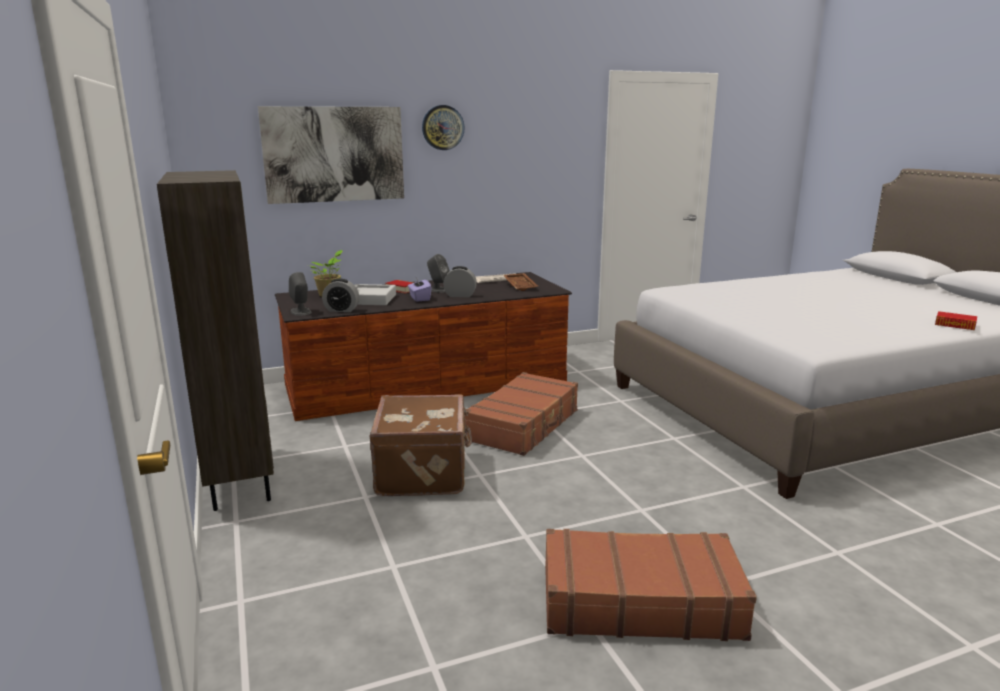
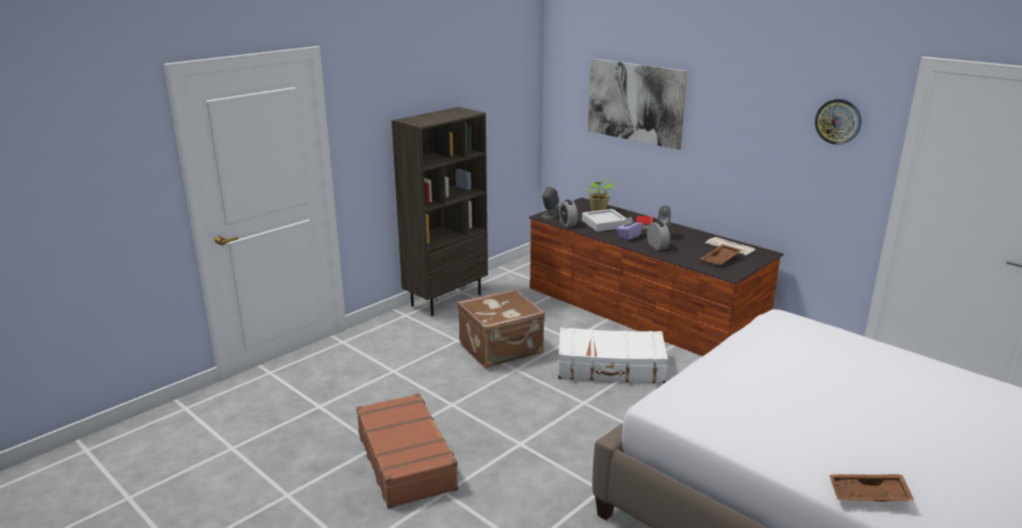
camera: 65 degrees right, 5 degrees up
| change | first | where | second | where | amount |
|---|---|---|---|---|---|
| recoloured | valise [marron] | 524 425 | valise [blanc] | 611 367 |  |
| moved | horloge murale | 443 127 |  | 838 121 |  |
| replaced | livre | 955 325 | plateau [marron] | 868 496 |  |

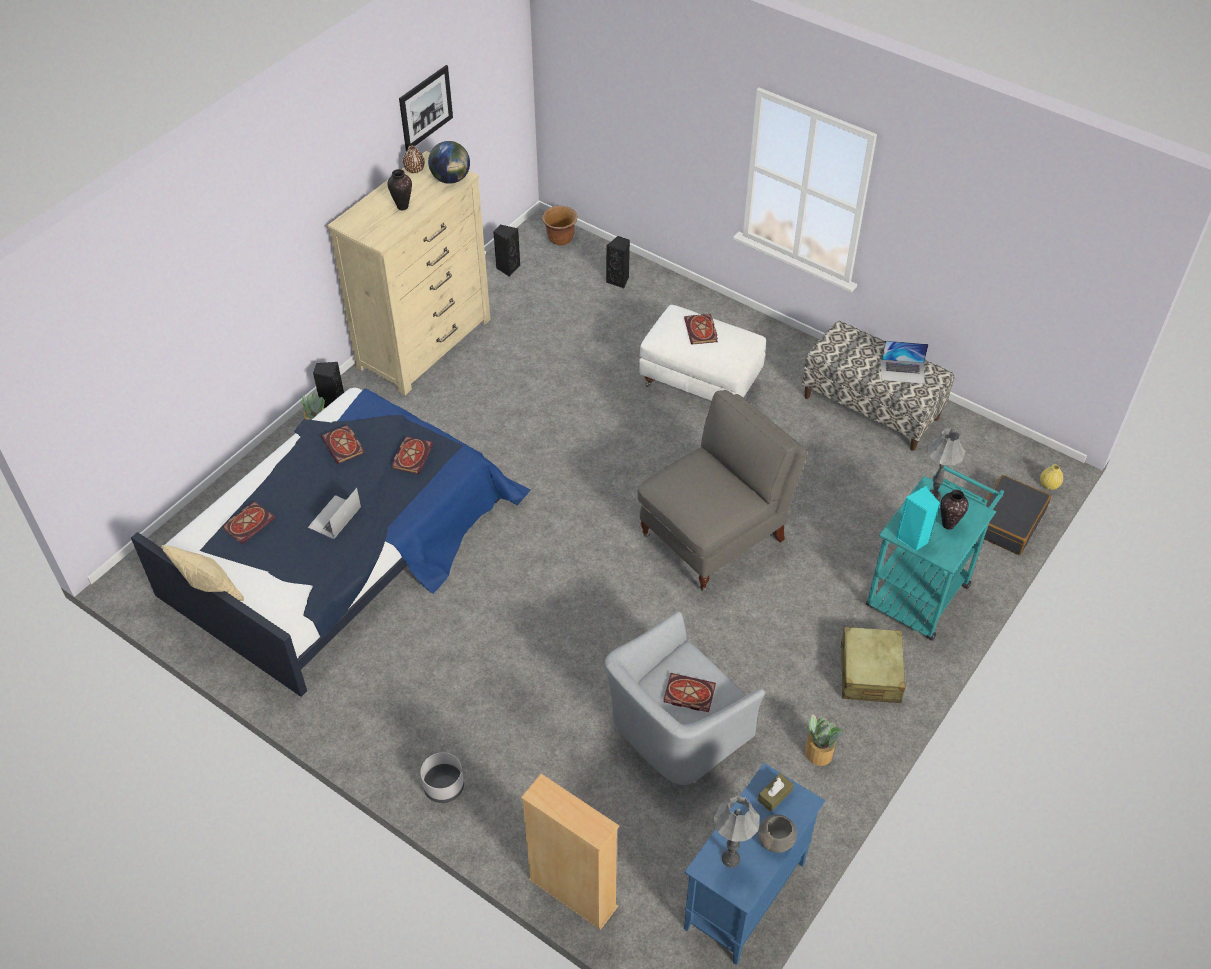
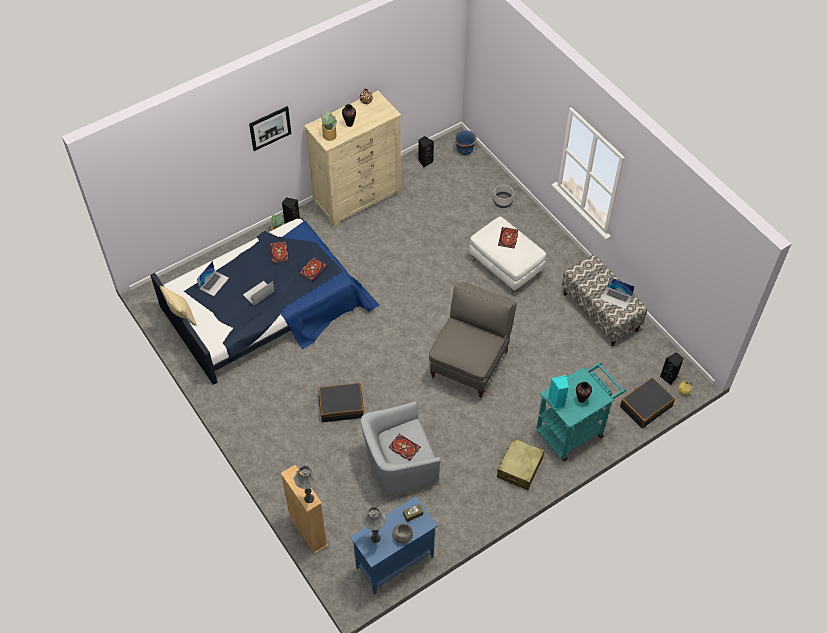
camera: 20 degrees right, 5 degrees up
| change | first | where | second | where | amount |
|---|---|---|---|---|---|
| replaced | livre | 249 523 | ordinateur portable | 214 283 |  |
| moved | tableau | 425 107 |  | 270 128 |  |
| moved | lampe de table [gris] | 933 496 |  | 309 498 |  |
| added |  |  | valise [noir] | 341 406 |  |
| moved | plante en pot | 818 752 |  | 329 135 |  |
| turned | fauteuil [gris] | 714 537 |  | 470 363 | 45 degrees counterclockwise |
| recoloured | cache-pot [marron] | 560 239 | cache-pot [bleu] | 464 151 |  |
| moved | cache-pot [gris] | 443 786 |  | 502 202 |  |
| moved | enceinte [noir] | 619 280 |  | 669 377 |  |
| removed | globe | 451 179 |  |  |  |

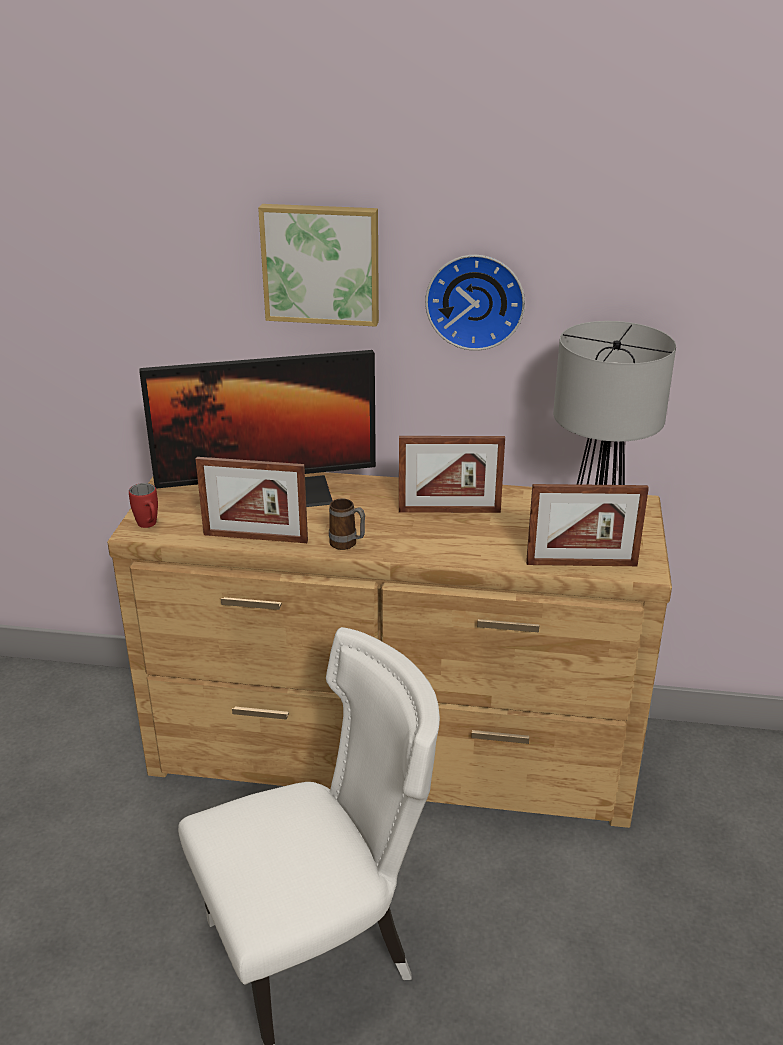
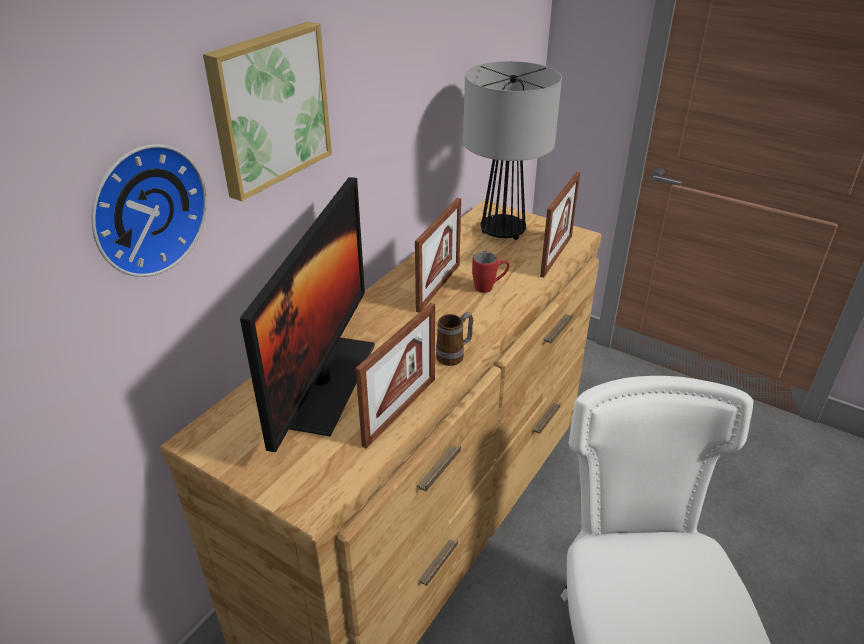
camera: 65 degrees left, 5 degrees up
| change | first | where | second | where | amount |
|---|---|---|---|---|---|
| moved | horloge murale | 475 300 |  | 145 209 |  |
| moved | mug [rouge] | 149 526 |  | 489 287 |  |

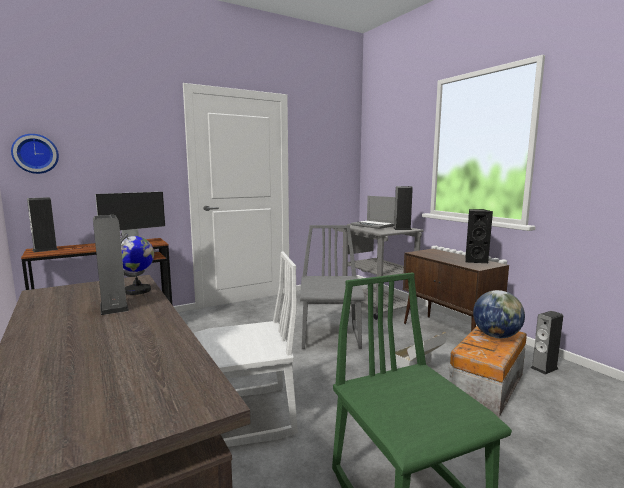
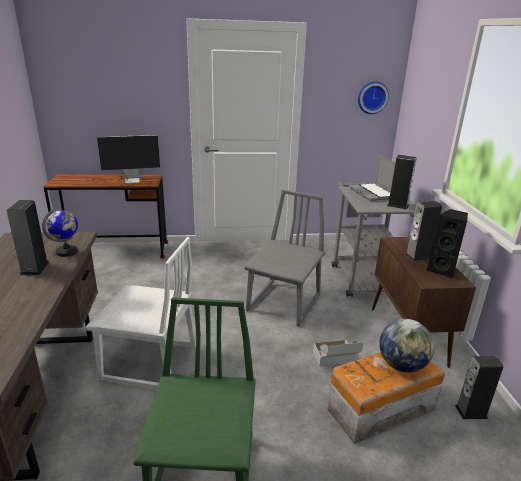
camera: 25 degrees right, 15 degrees up
| change | first | where | second | where | amount |
|---|---|---|---|---|---|
| moved | horloge murale | 35 154 |  | 372 97 |  |
| moved | enceinte | 45 250 |  | 418 256 |  |

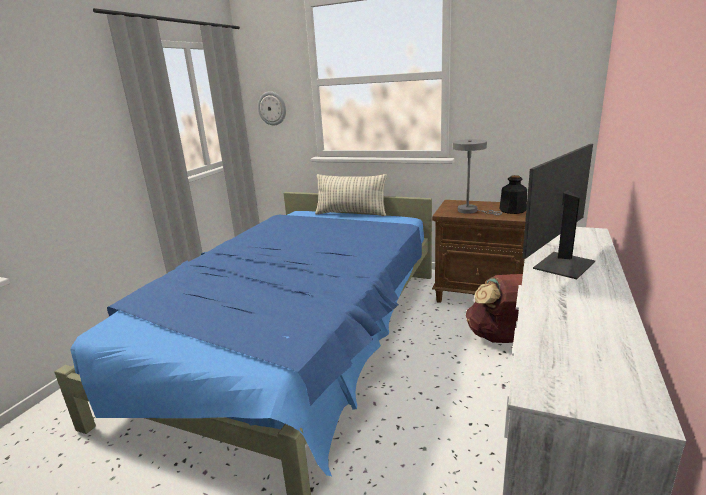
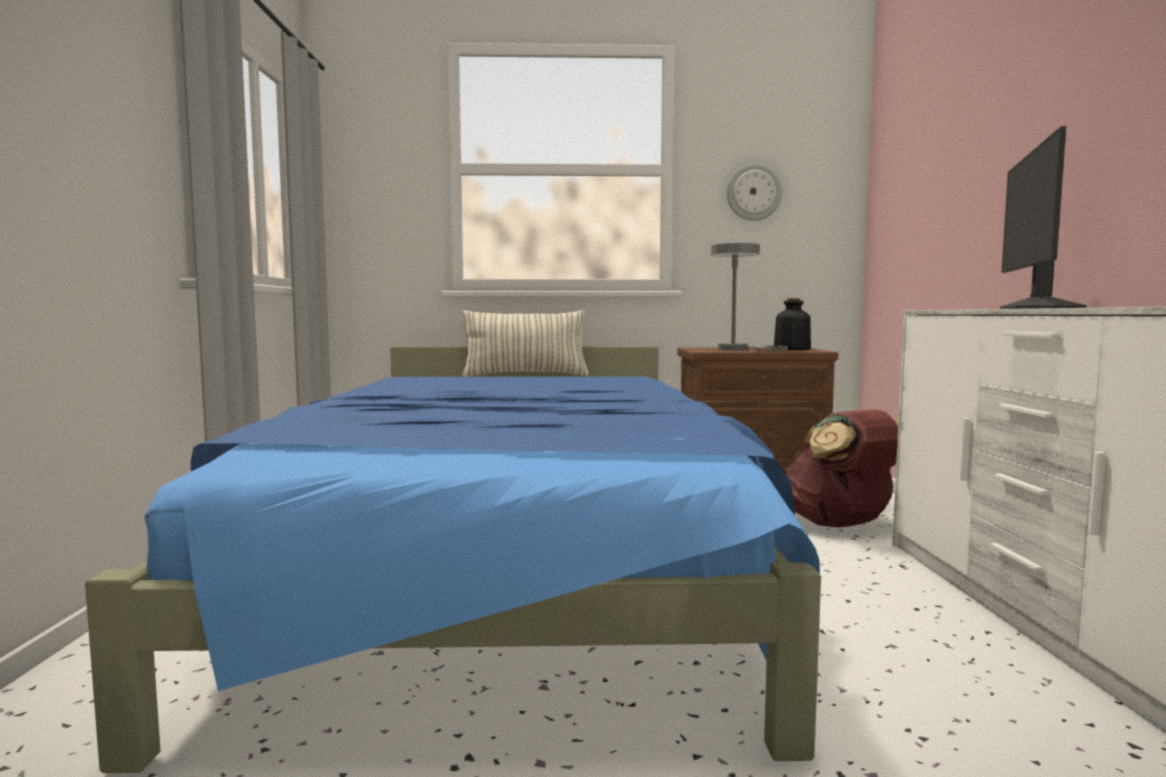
camera: 25 degrees left, 15 degrees down
| change | first | where | second | where | amount |
|---|---|---|---|---|---|
| moved | horloge murale | 272 108 |  | 754 192 |  |

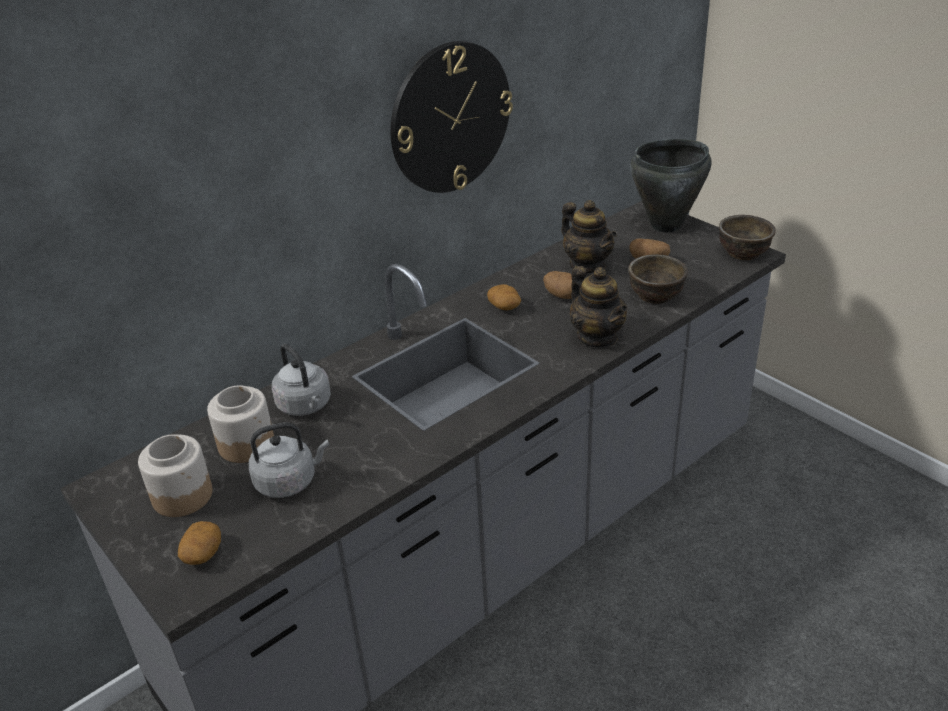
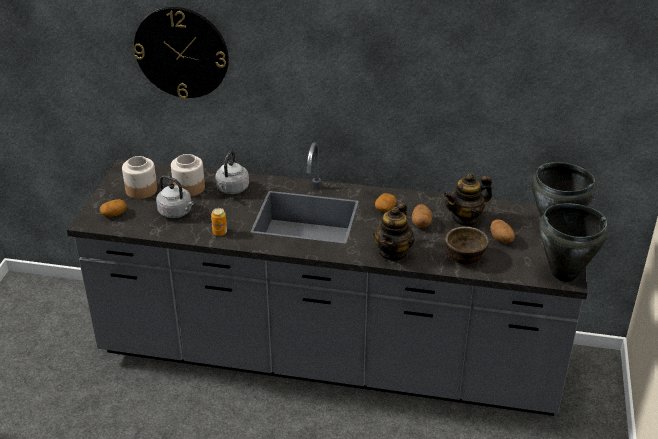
camera: 50 degrees right, 0 degrees up
| change | first | where | second | where | amount |
|---|---|---|---|---|---|
| moved | horloge murale | 450 118 |  | 181 52 |  |
| added |  |  | boîte métallique | 219 232 |  |
| turned | théière | 587 265 |  | 465 219 | 45 degrees clockwise |
| replaced | bol [marron] | 742 252 | marmite [noir] | 563 273 |  |

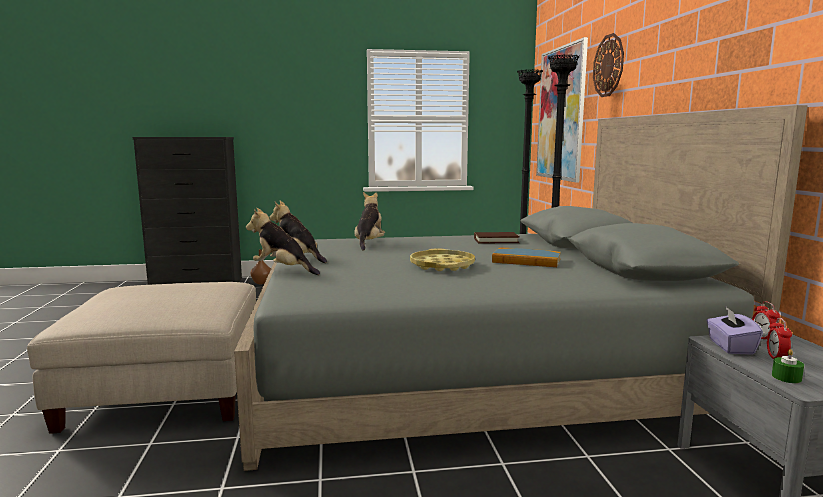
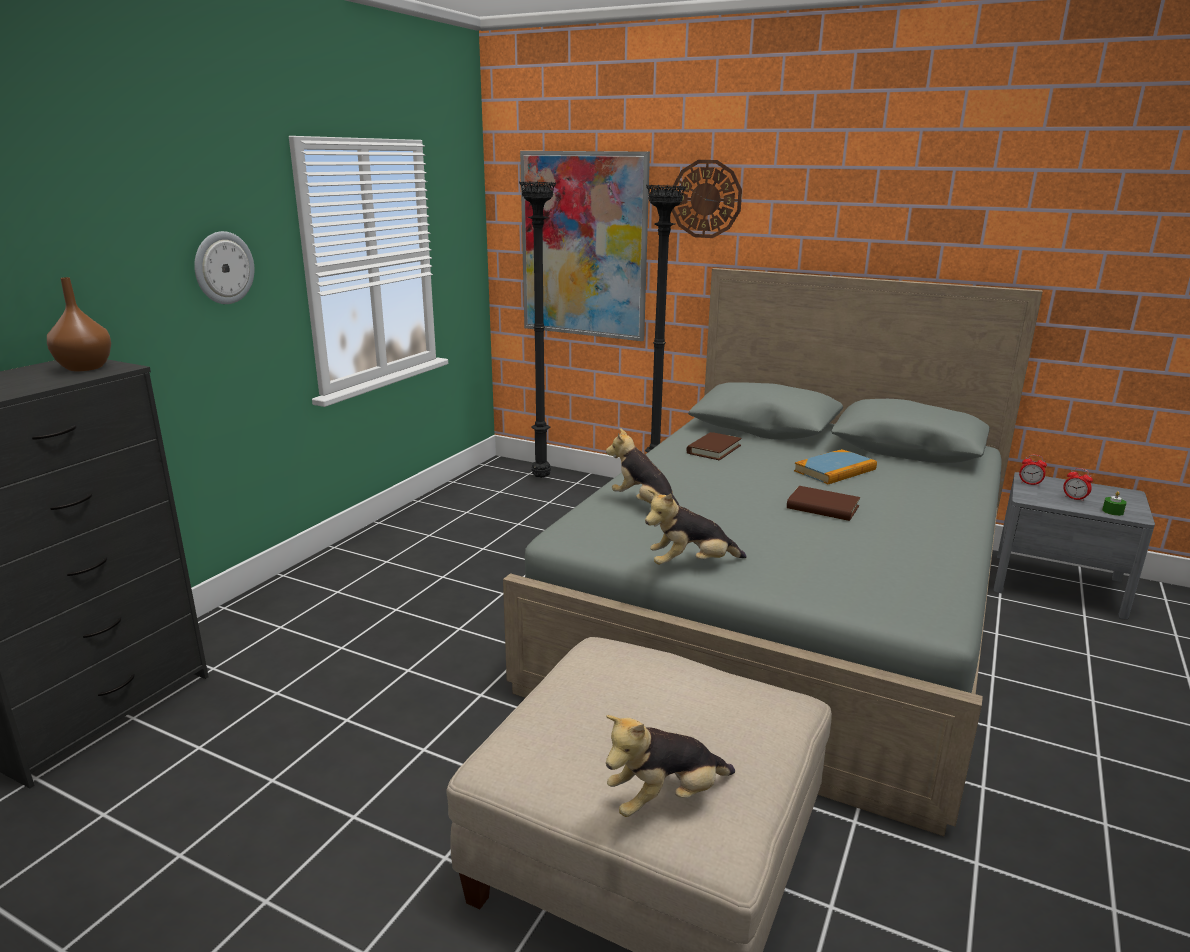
camera: 55 degrees left, 10 degrees up
| change | first | where | second | where | amount |
|---|---|---|---|---|---|
| moved | vase [marron] | 261 282 |  | 84 368 |  |
| added |  |  | horloge murale | 223 268 |  |
| moved | peluche | 283 270 |  | 665 799 |  |
| replaced | plateau [jaune] | 442 265 | livre [marron] | 822 507 |  |
| removed | boîte à mouchoirs [violet] | 730 347 |  |  |  |

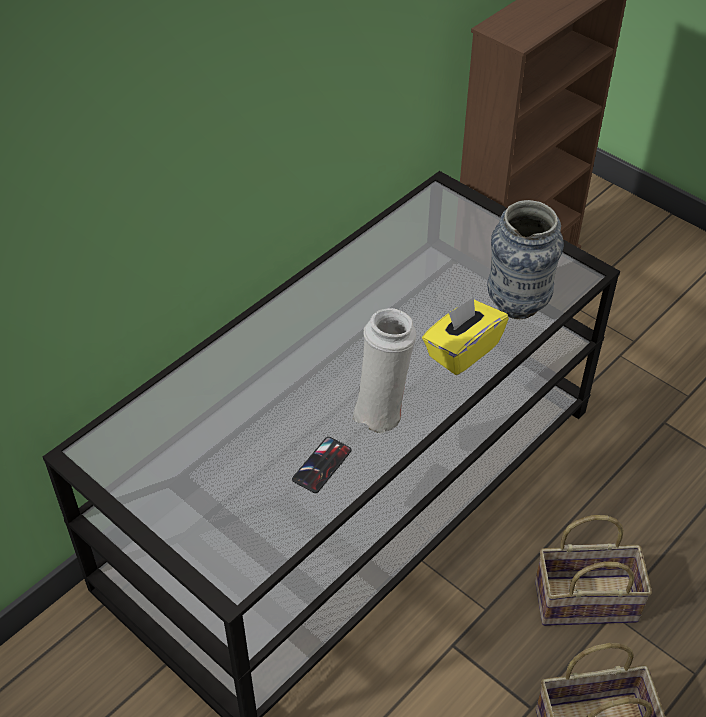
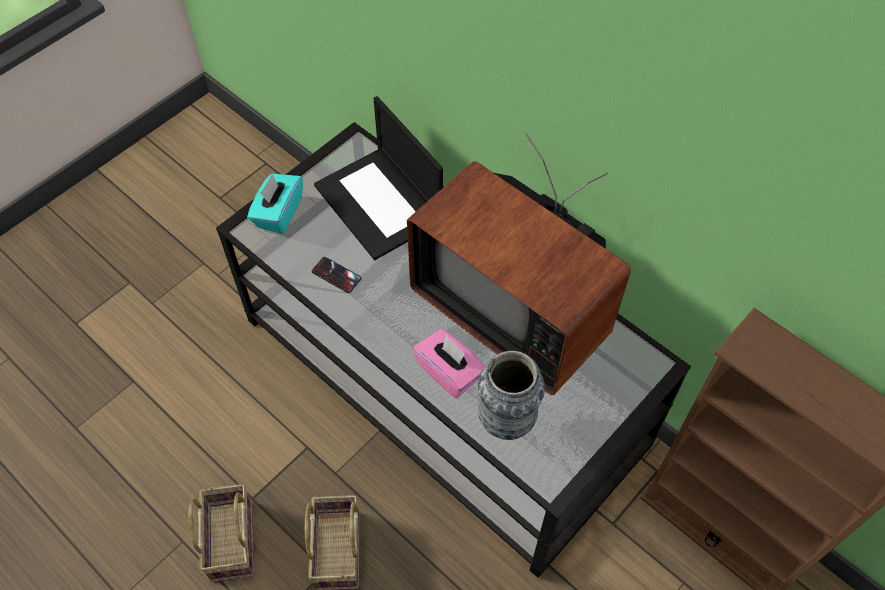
camera: 90 degrees right, 10 degrees up
| change | first | where | second | where | amount |
|---|---|---|---|---|---|
| added |  |  | boîte à mouchoirs [turquoise] | 278 213 |  |
| added |  |  | ordinateur portable | 380 203 |  |
| added |  |  | téléviseur | 516 306 |  |
| recoloured | boîte à mouchoirs [jaune] | 462 350 | boîte à mouchoirs [rose] | 449 372 |  |
| removed | vase [blanc] | 382 411 |  |  |  |

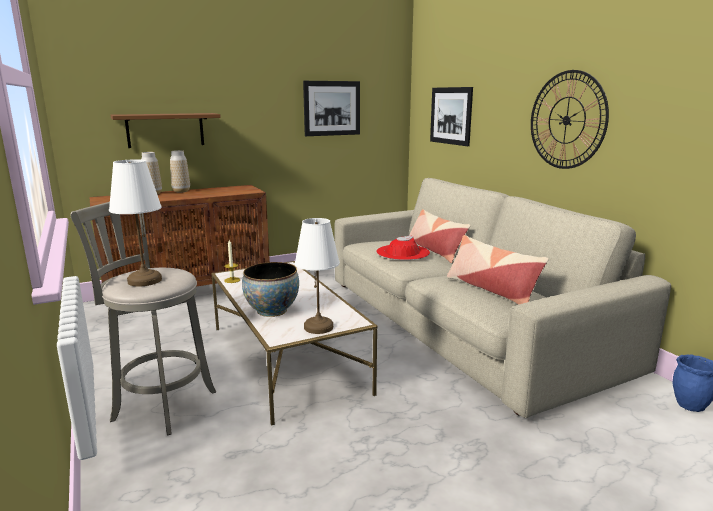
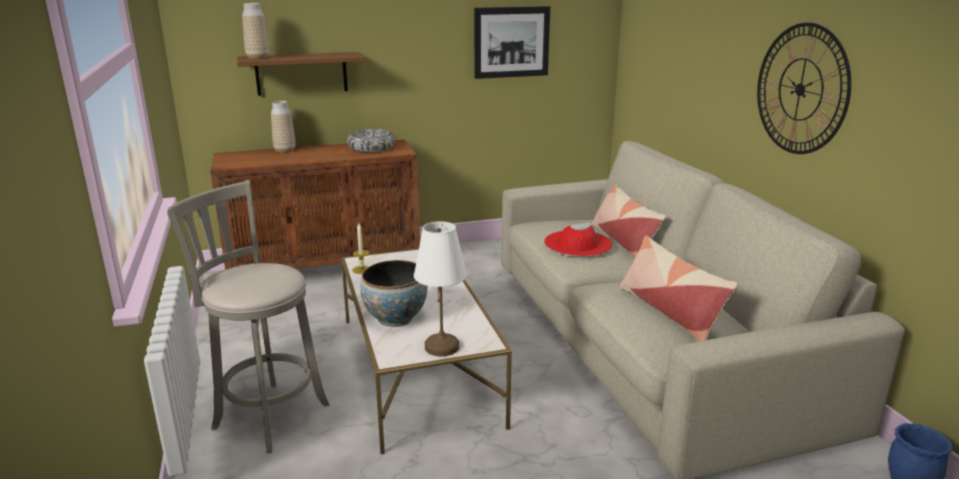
camera: 10 degrees right, 5 degrees up
| change | first | where | second | where | amount |
|---|---|---|---|---|---|
| moved | vase | 181 191 |  | 258 58 |  |
| added |  |  | bol | 371 148 |  |
| removed | lampe de table [blanc] | 144 281 |  |  |  |
| removed | tableau | 451 115 |  |  |  |

